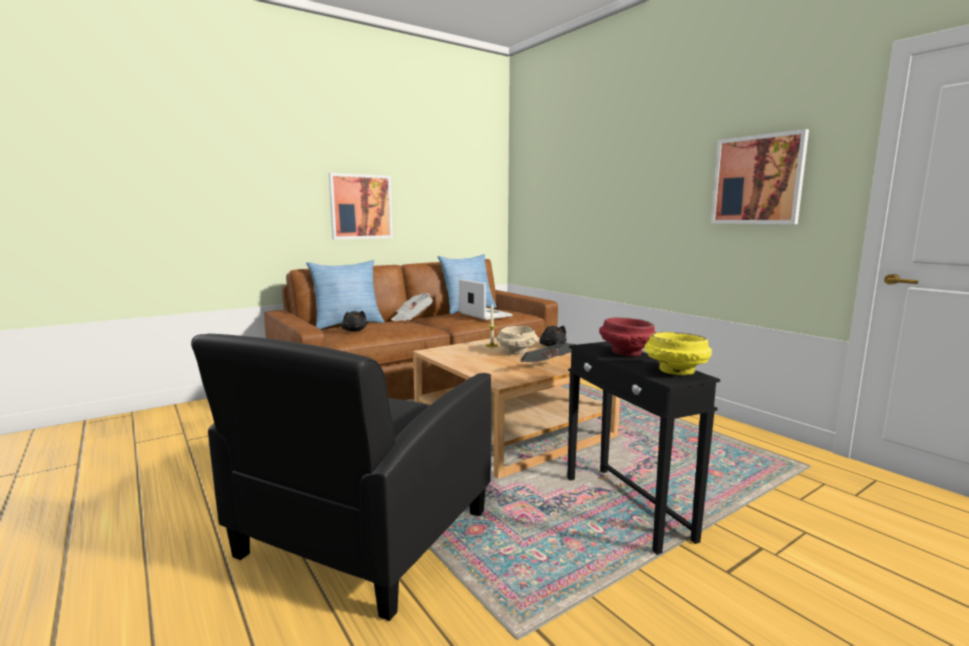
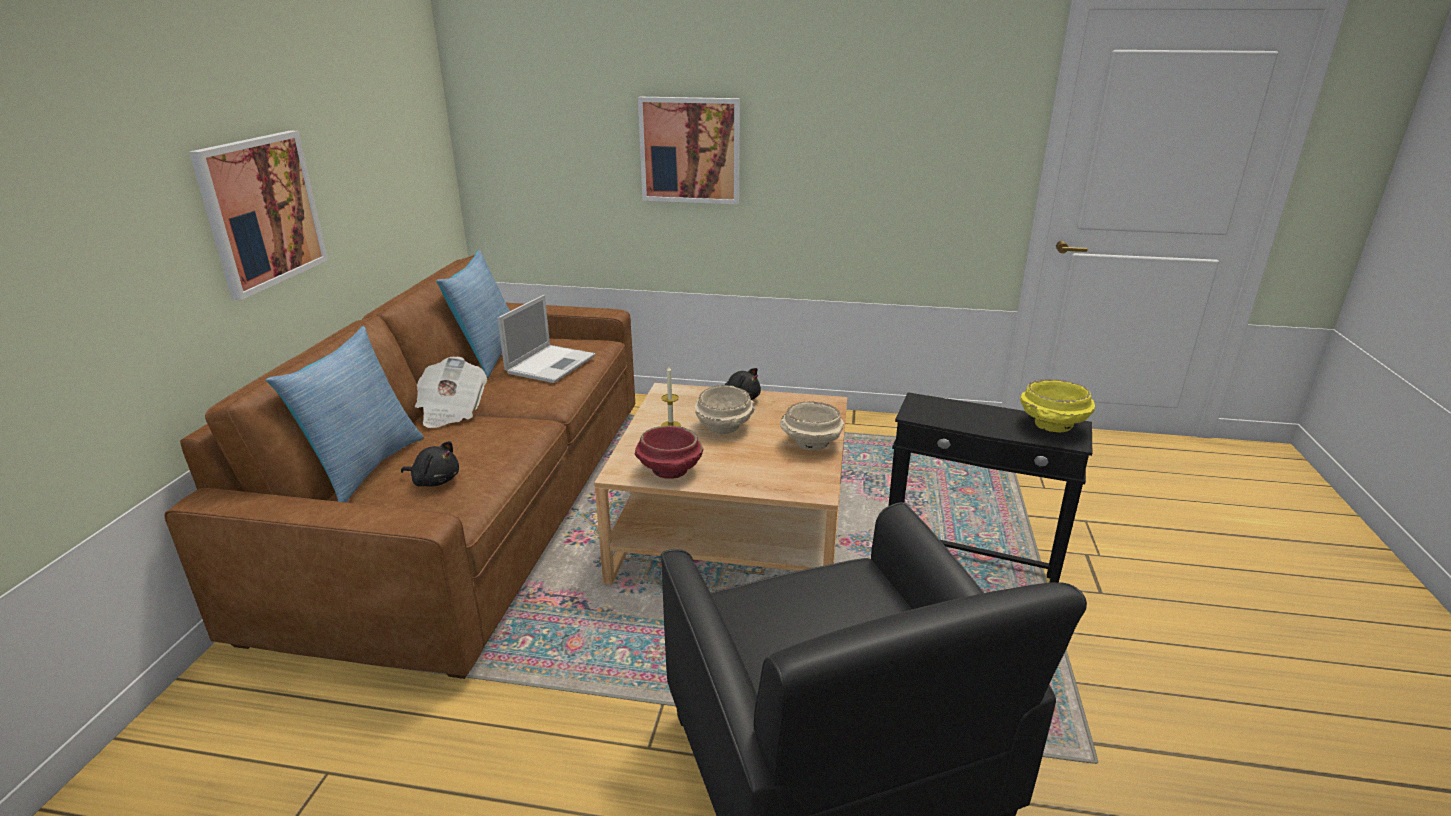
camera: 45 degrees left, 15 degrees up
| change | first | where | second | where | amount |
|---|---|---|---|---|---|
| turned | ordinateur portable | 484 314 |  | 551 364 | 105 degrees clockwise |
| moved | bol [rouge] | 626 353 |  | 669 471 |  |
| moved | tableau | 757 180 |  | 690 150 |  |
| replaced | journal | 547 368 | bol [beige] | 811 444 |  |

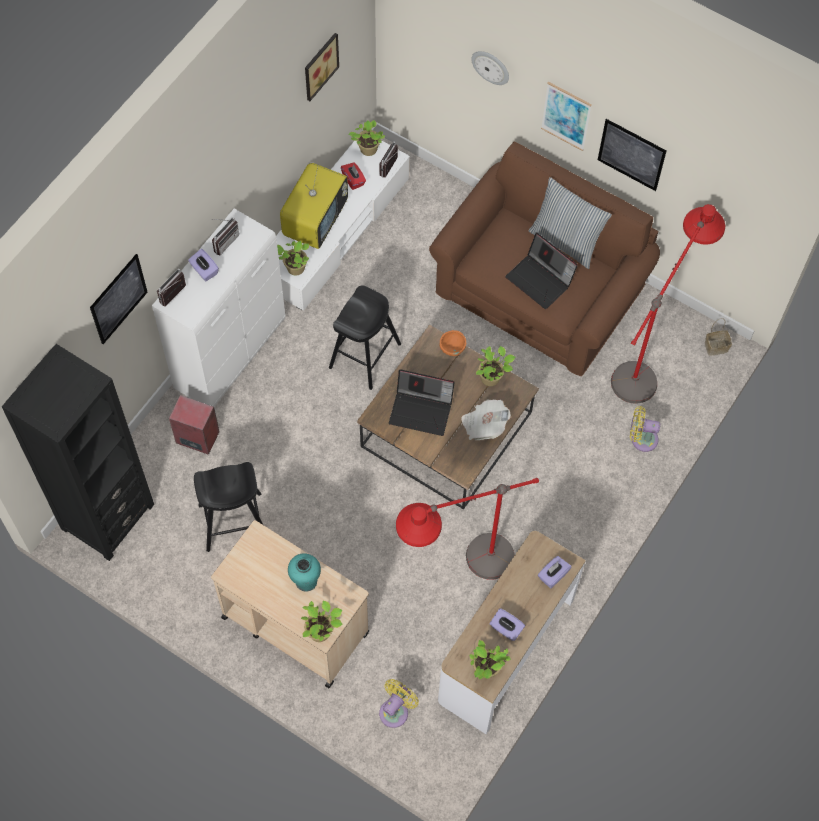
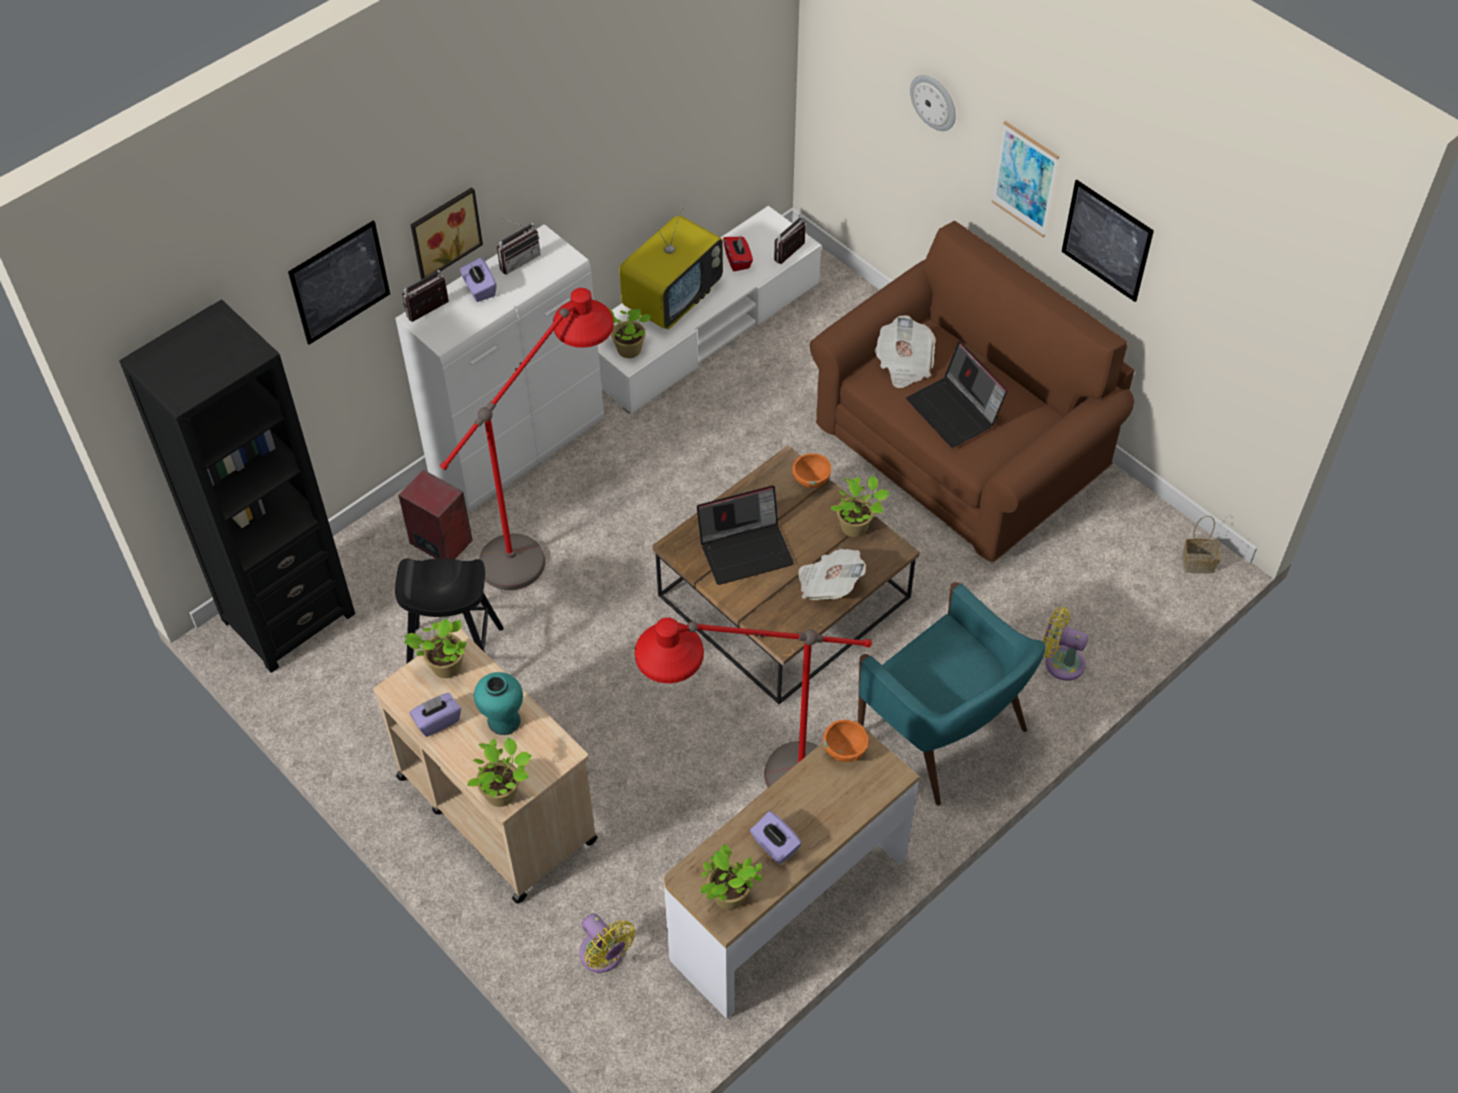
camera: 15 degrees right, 10 degrees down
| change | first | where | second | where | amount |
|---|---|---|---|---|---|
| moved | plante en pot | 367 150 |  | 444 667 |  |
| moved | boîte à mouchoirs [violet] | 553 575 |  | 437 721 |  |
| moved | tableau | 319 65 |  | 443 231 |  |
| moved | lampadaire [rouge] | 650 358 |  | 548 536 |  |
| turned | ventilateur [jaune] | 396 710 |  | 604 956 | 90 degrees clockwise |
| turned | ordinateur portable | 422 410 |  | 746 549 | 45 degrees counterclockwise |
| added |  |  | bol [orange] | 844 750 |  |
| added |  |  | fauteuil [turquoise] | 944 734 |  |
| added |  |  | journal | 904 364 |  |
| removed | tabouret [noir] | 365 355 |  |  |  |
| removed | coussin | 565 241 |  |  |  |

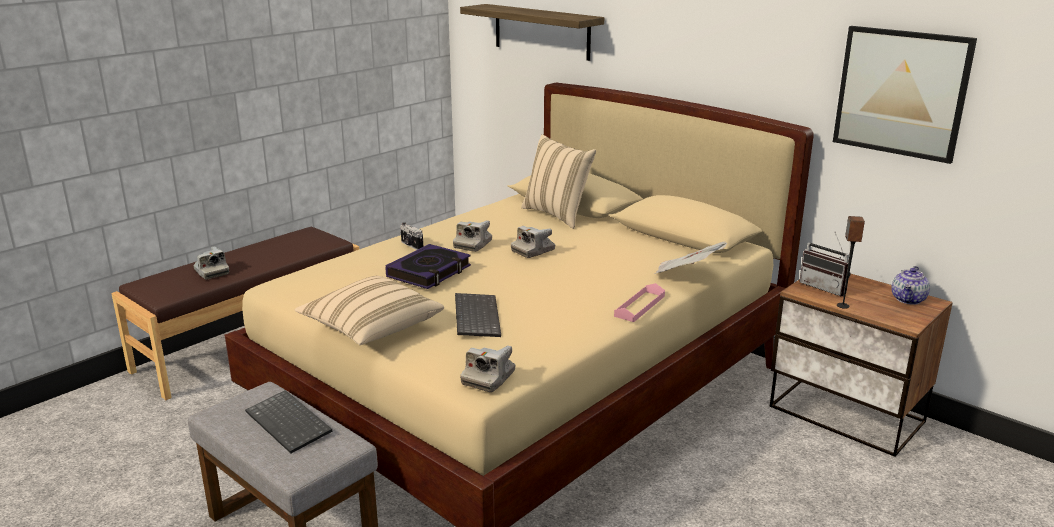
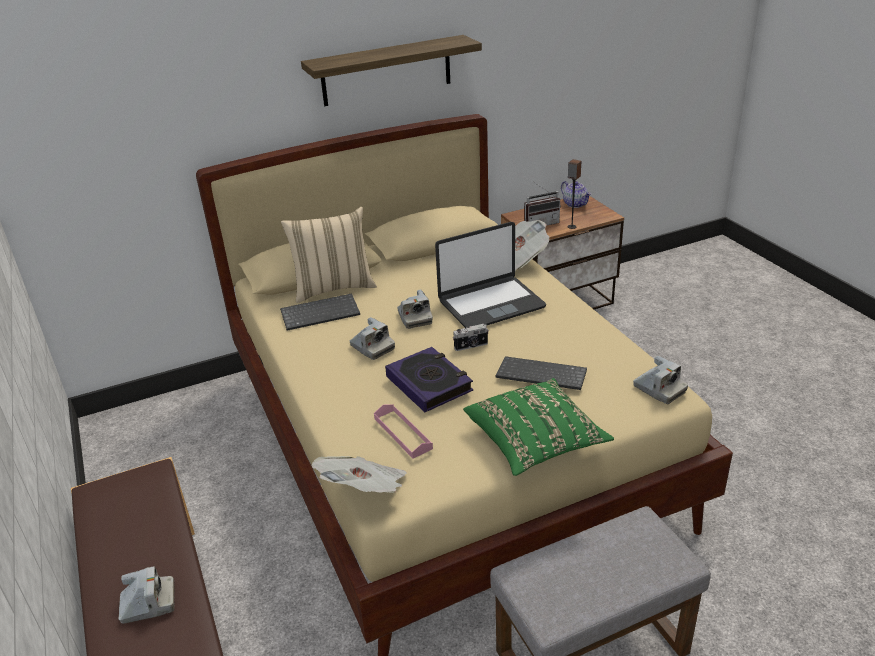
camera: 65 degrees left, 10 degrees up
| change | first | where | second | where | amount |
|---|---|---|---|---|---|
| moved | clavier | 290 423 |  | 321 313 |  |
| moved | étagère | 541 31 |  | 386 71 |  |
| added |  |  | journal | 365 491 |  |
| moved | plateau [rose] | 639 306 |  | 402 433 |  |
| added |  |  | ordinateur portable | 490 304 |  |
| moved | appareil photo | 411 245 |  | 471 346 |  |
| recoloured | coussin [beige] | 371 329 | coussin [vert] | 535 441 |  |
| removed | tableau | 901 93 |  |  |  |

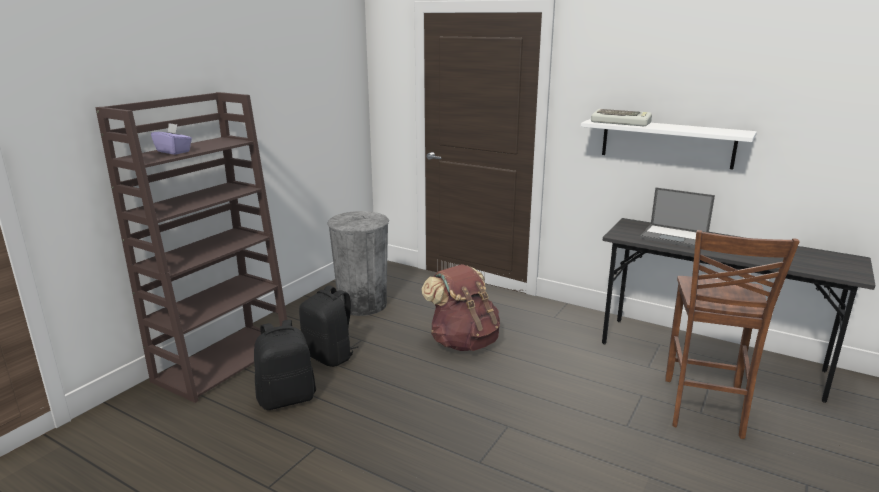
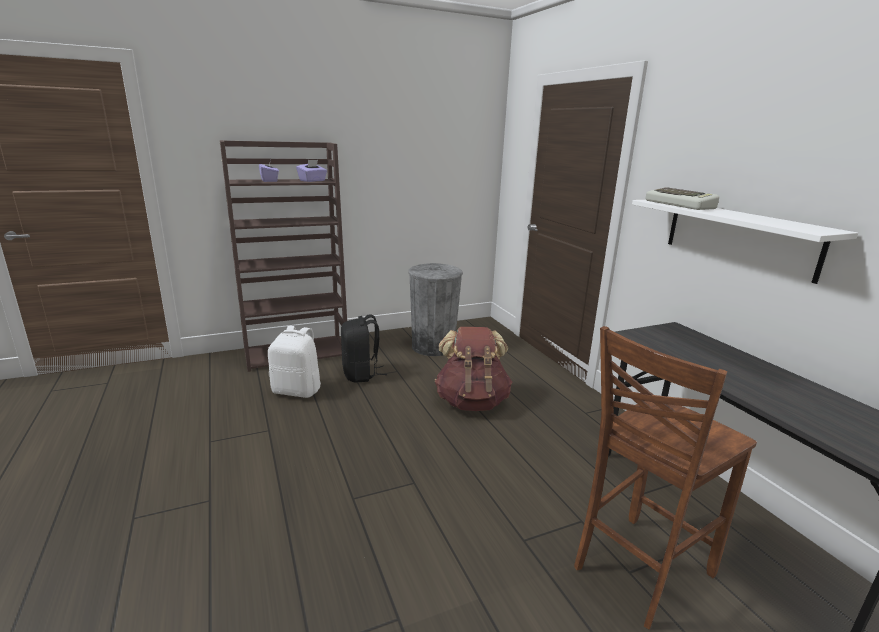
camera: 35 degrees right, 0 degrees up
| change | first | where | second | where | amount |
|---|---|---|---|---|---|
| recoloured | sac à dos [noir] | 287 398 | sac à dos [blanc] | 297 391 |  |
| added |  |  | boîte à mouchoirs [violet] | 312 181 |  |
| removed | ordinateur portable | 675 237 |  |  |  |

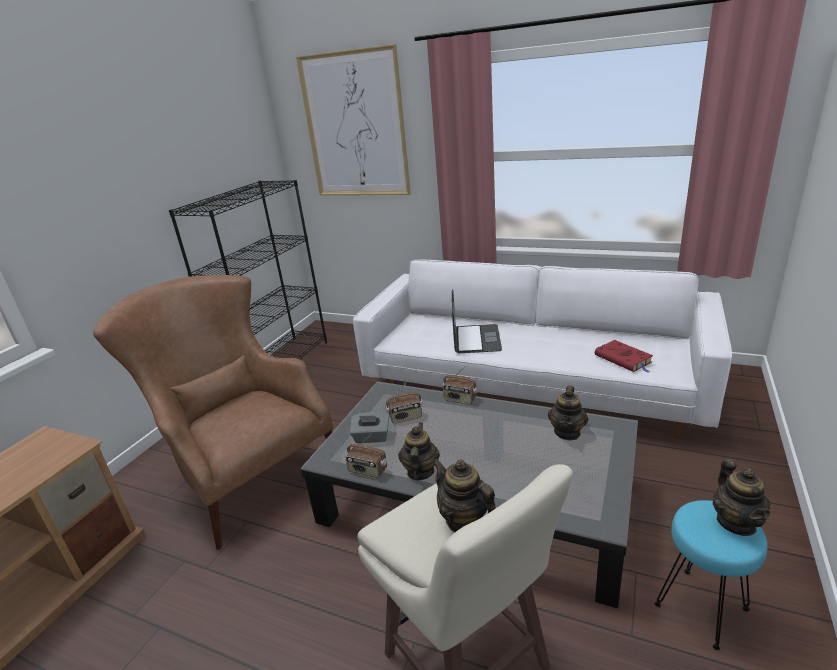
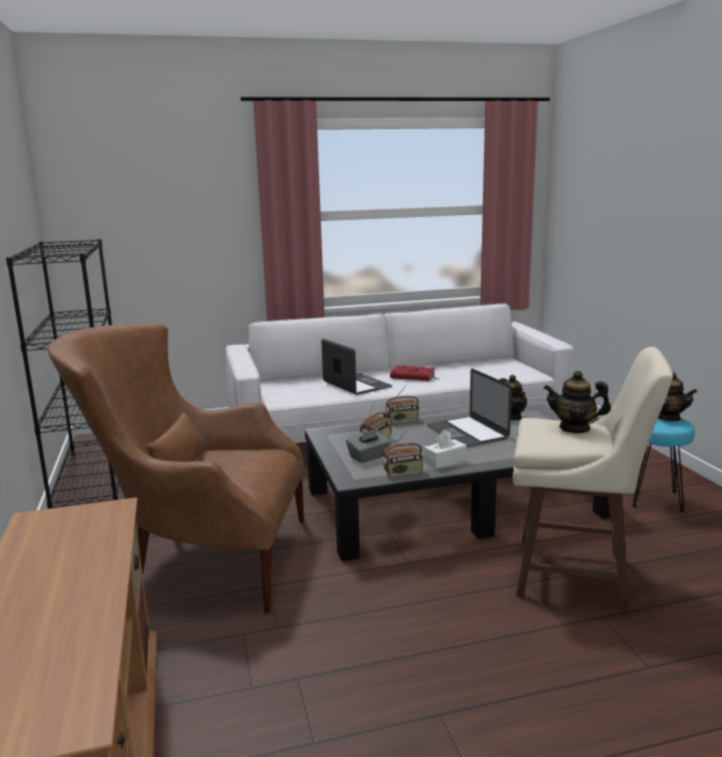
camera: 40 degrees left, 10 degrees down
| change | first | where | second | where | amount |
|---|---|---|---|---|---|
| moved | livre [rouge] | 624 359 |  | 414 376 |  |
| replaced | théière | 420 471 | boîte à mouchoirs [blanc] | 445 461 |  |
| added |  |  | ordinateur portable | 467 432 |  |
| removed | tableau | 355 126 |  |  |  |

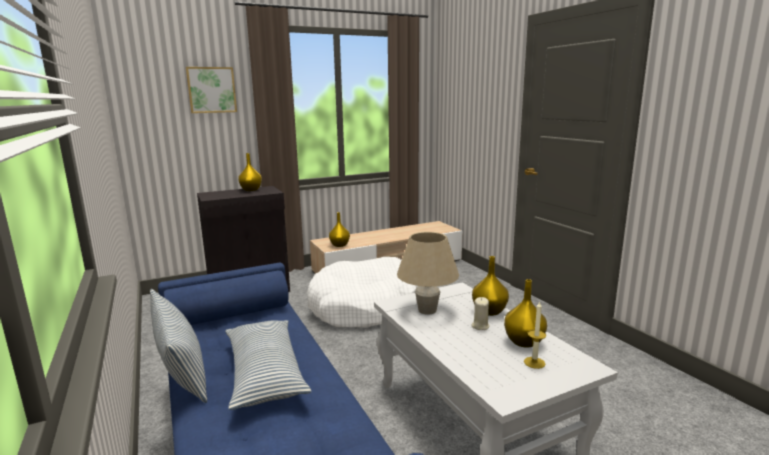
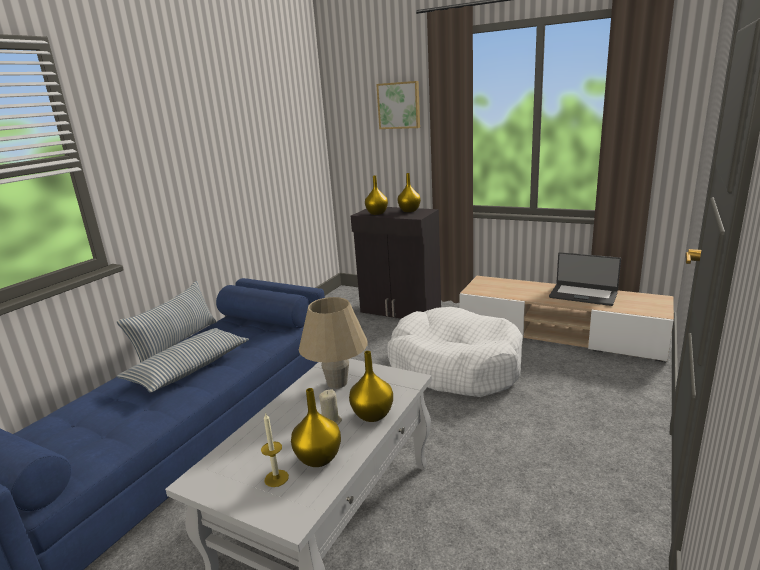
camera: 55 degrees right, 5 degrees up
| change | first | where | second | where | amount |
|---|---|---|---|---|---|
| moved | vase [jaune] | 340 245 |  | 377 213 |  |
| added |  |  | ordinateur portable | 583 295 |  |

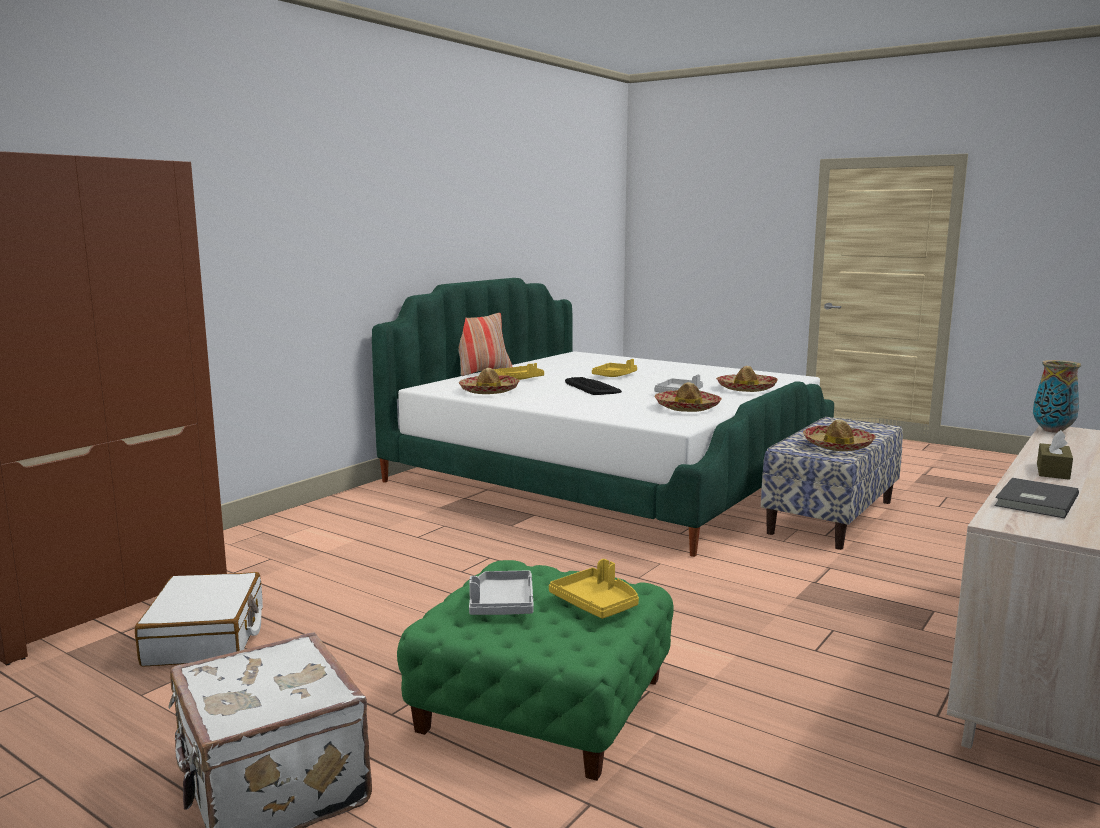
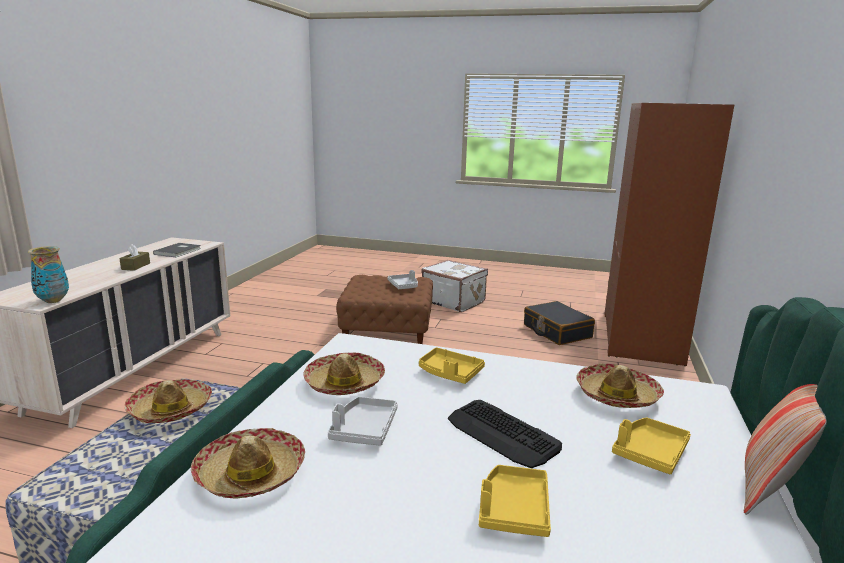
camera: 160 degrees right, 5 degrees up
| change | first | where | second | where | amount |
|---|---|---|---|---|---|
| recoloured | pouf [vert] | 542 705 | pouf [marron] | 387 327 |  |
| moved | plateau [jaune] | 596 604 |  | 449 373 |  |
| recoloured | valise [blanc] | 206 637 | valise [noir] | 556 331 |  |

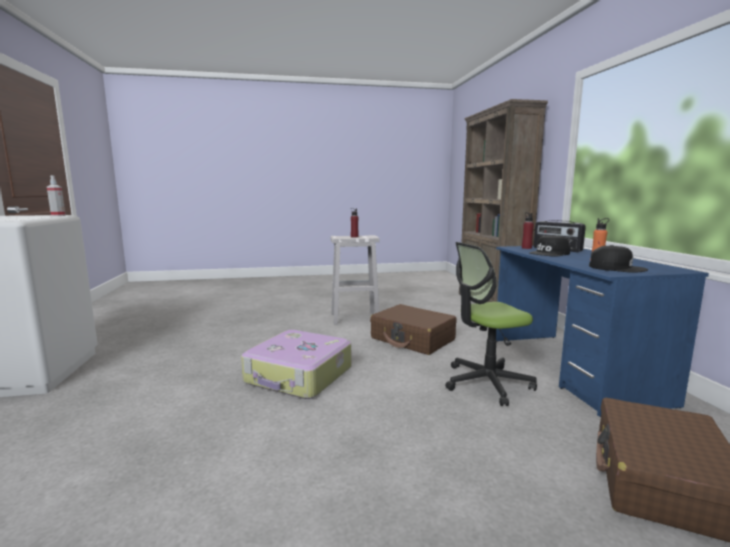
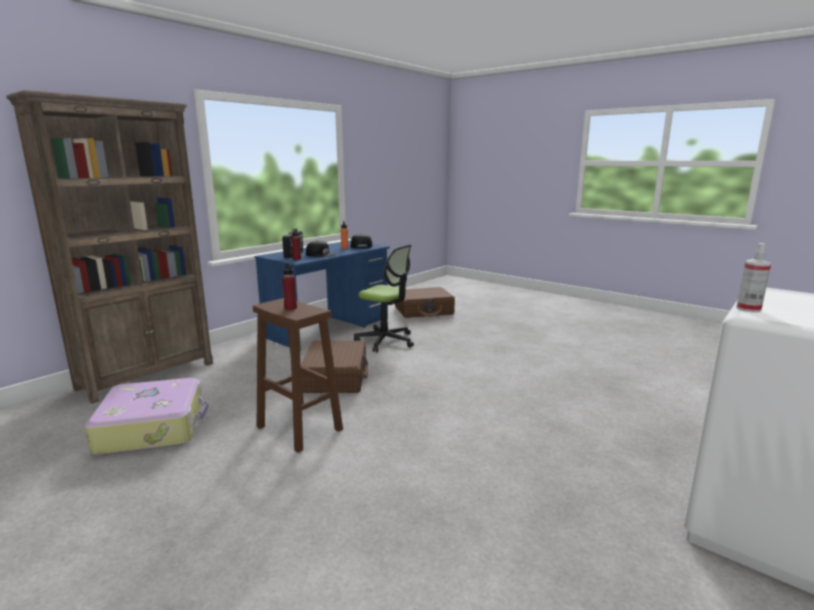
camera: 130 degrees left, 5 degrees up
| change | first | where | second | where | amount |
|---|---|---|---|---|---|
| moved | valise | 299 376 |  | 153 427 |  |
| recoloured | tabouret [blanc] | 353 318 | tabouret [marron] | 300 429 |  |

